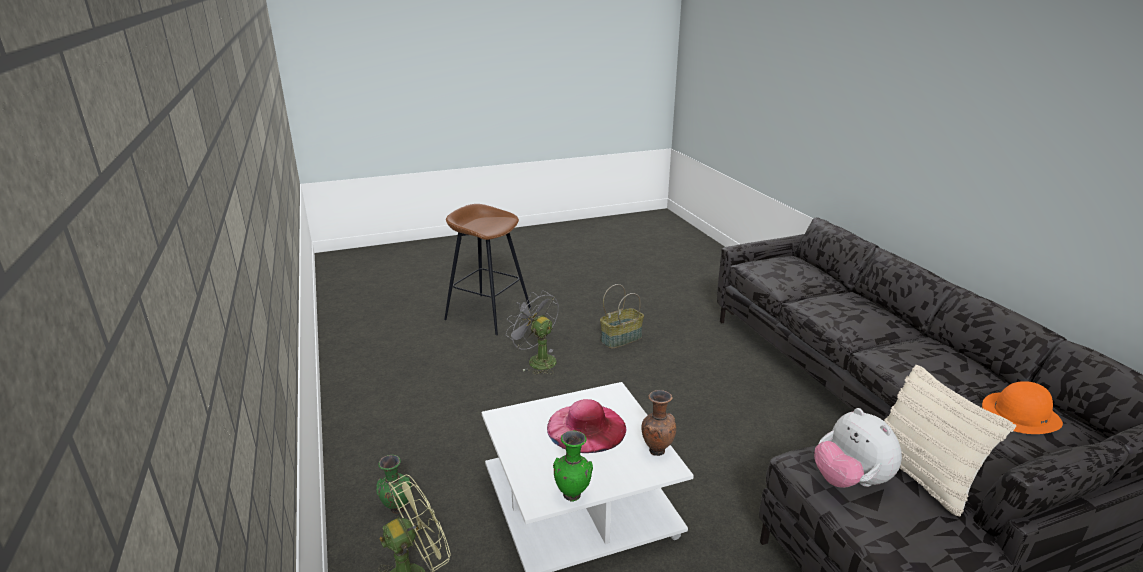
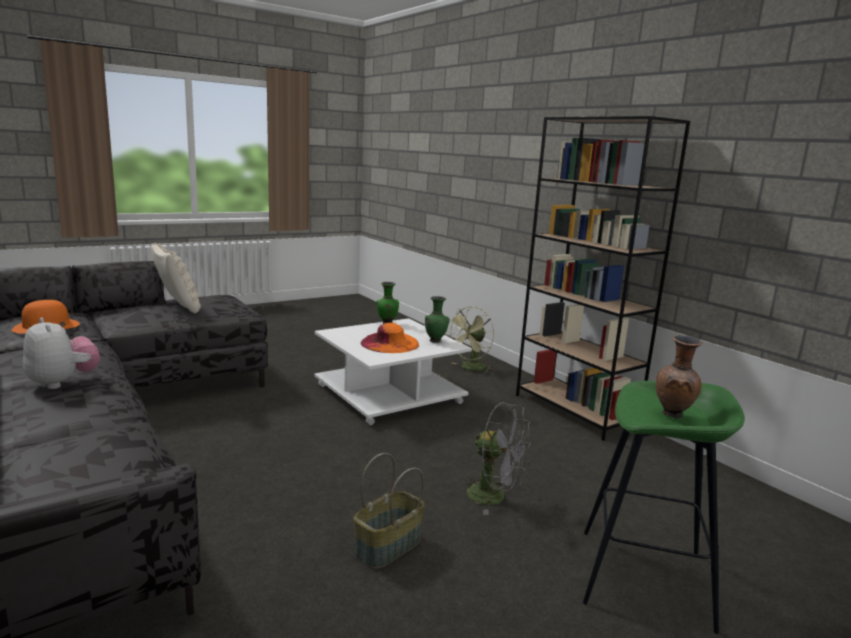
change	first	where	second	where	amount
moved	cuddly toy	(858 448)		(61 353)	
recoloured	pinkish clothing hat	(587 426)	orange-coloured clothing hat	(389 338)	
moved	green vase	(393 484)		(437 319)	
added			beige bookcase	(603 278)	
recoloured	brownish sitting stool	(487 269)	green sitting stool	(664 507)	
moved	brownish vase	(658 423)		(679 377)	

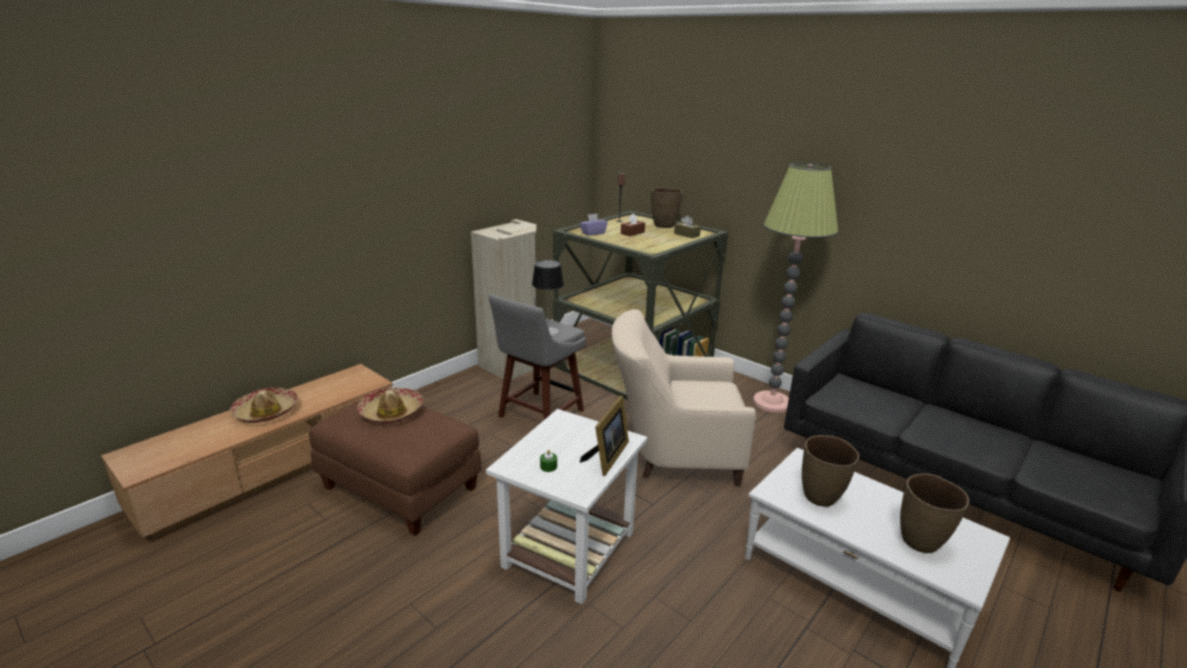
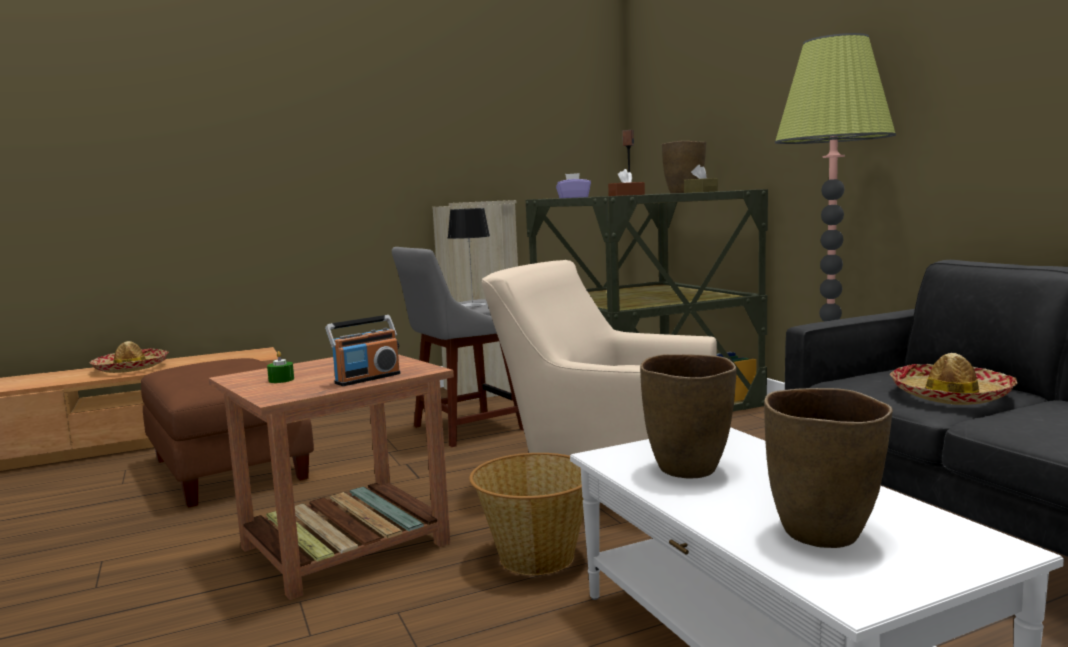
change	first	where	second	where	amount
recoloured	white-coloured accent table	(566 506)	brownish accent table	(331 477)	
replaced	picture frame	(604 436)	radio receiver	(362 350)	
added			household basket	(526 514)	
moved	clothing hat	(390 406)		(954 379)	

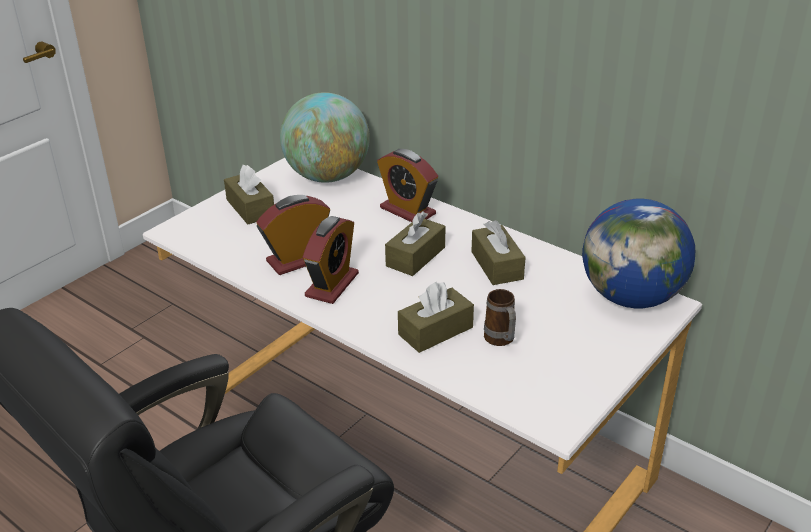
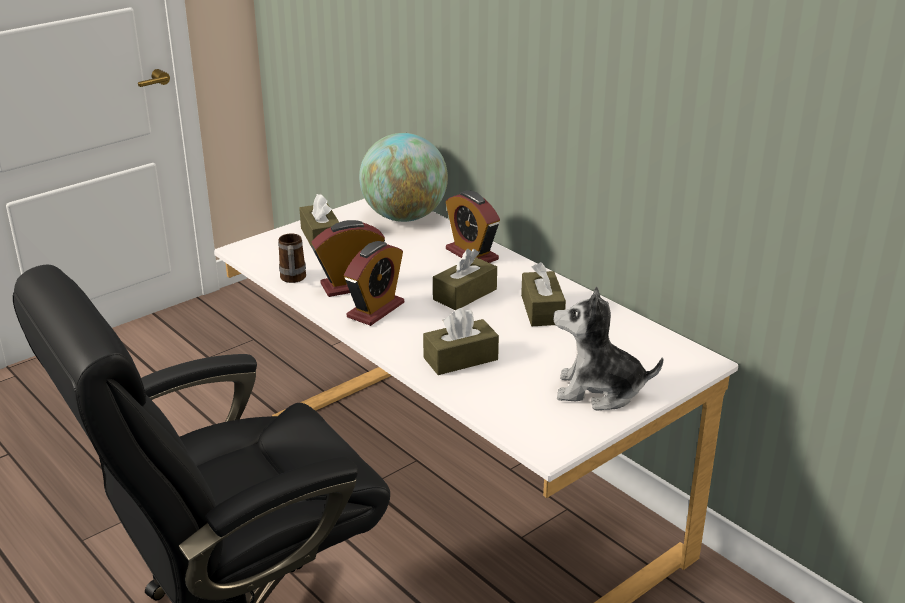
change	first	where	second	where	amount
moved	coffee mug	(500 317)		(292 258)	
added			cuddly toy	(608 348)	
removed	globe	(638 253)			

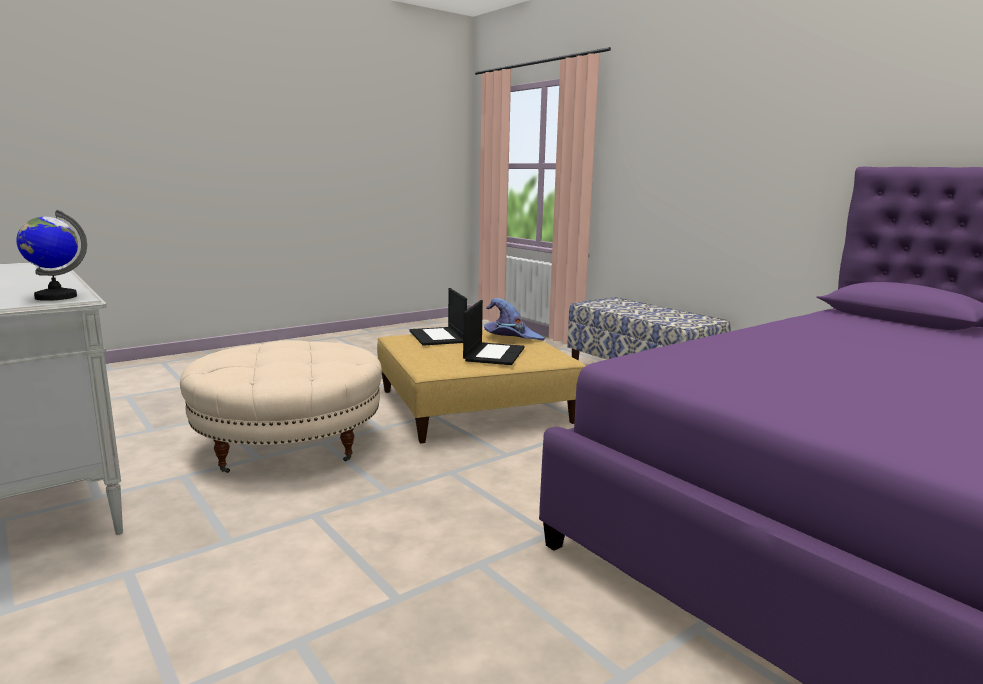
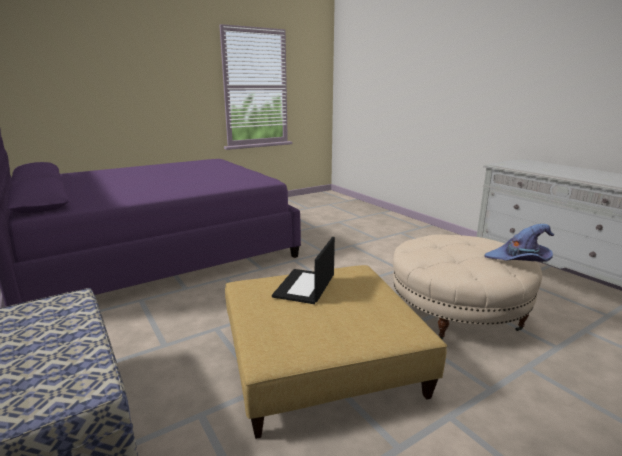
change	first	where	second	where	amount
moved	purple clothing hat	(514 319)		(519 242)	
removed	globe	(51 255)			
removed	notebook computer	(438 317)			

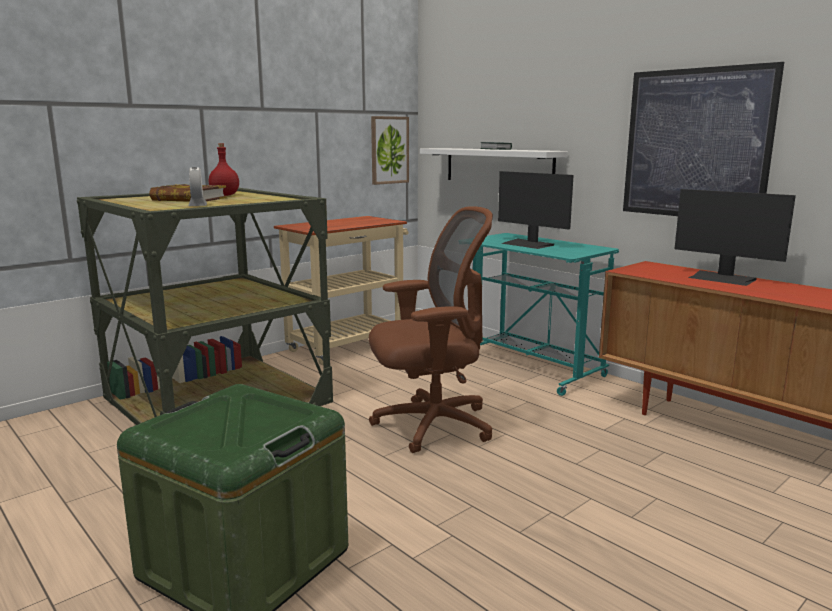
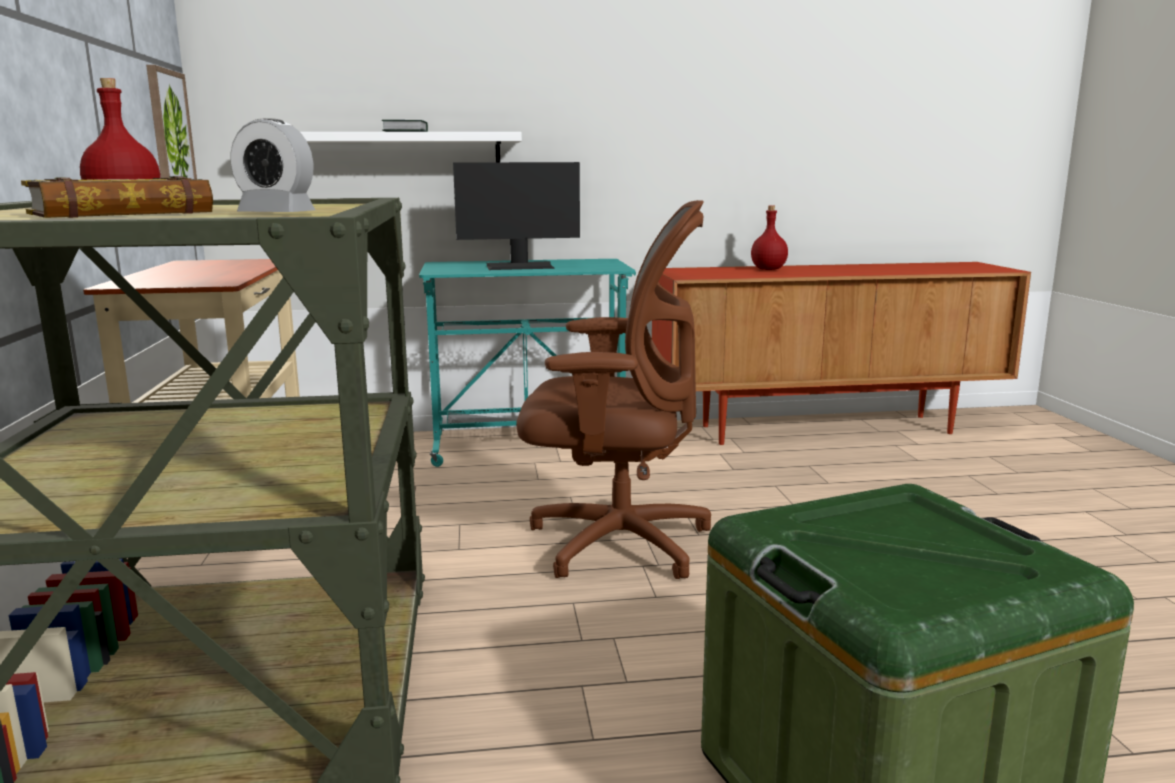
change	first	where	second	where	amount
turned	brownish office chair	(431 329)		(613 389)	75 degrees clockwise
replaced	computer screen	(735 237)	red bottle	(769 237)	
removed	wall picture	(703 139)			

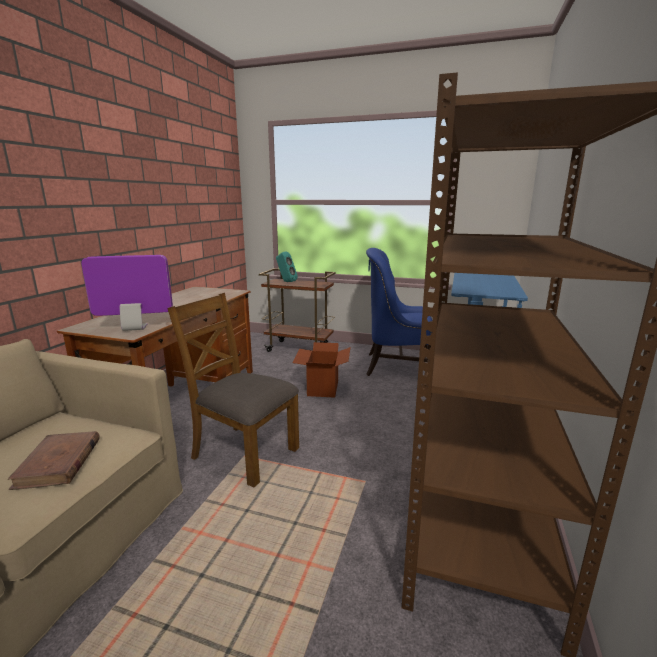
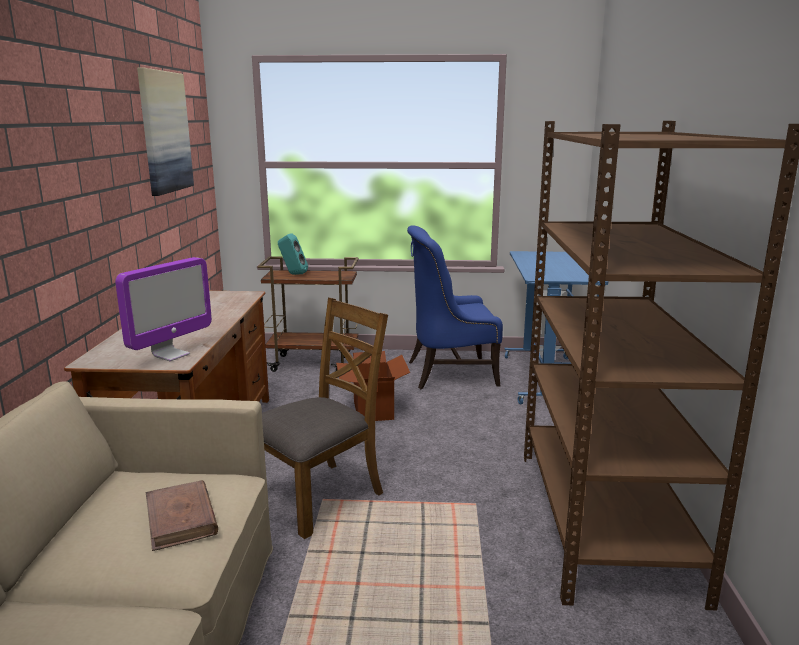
change	first	where	second	where	amount
turned	computer screen	(127 293)		(163 309)	150 degrees clockwise
added			wall picture	(165 132)	
turned	brownish plain chair	(233 390)		(325 418)	120 degrees clockwise

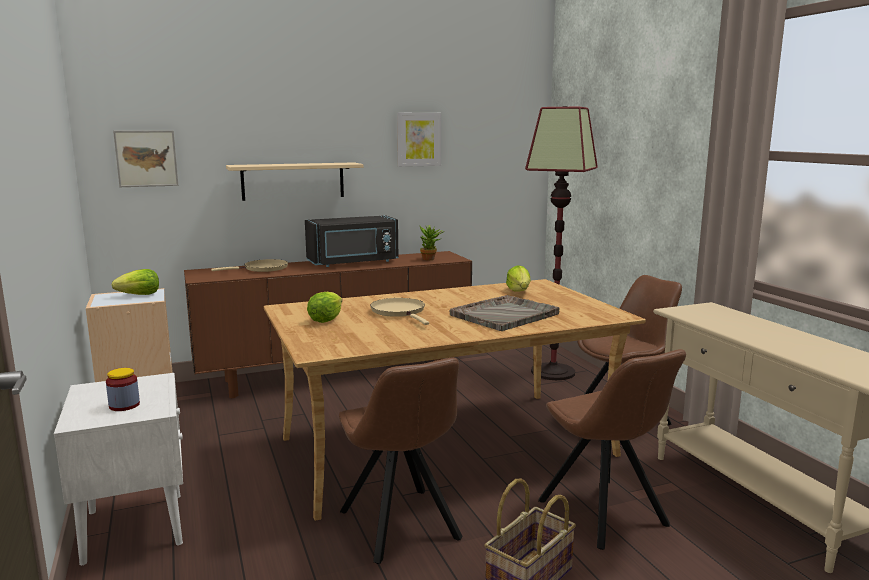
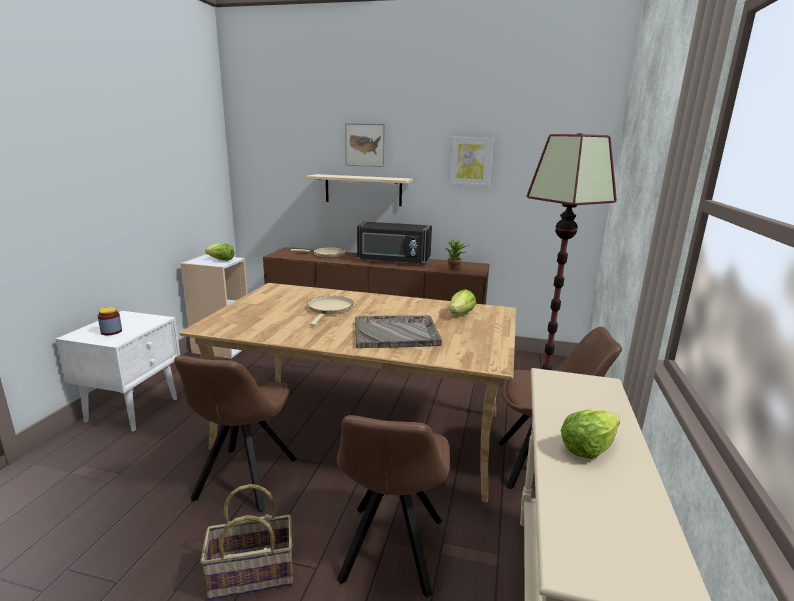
change	first	where	second	where	amount
moved	wall picture	(145 158)		(365 145)	
moved	lettuce	(324 307)		(590 434)	

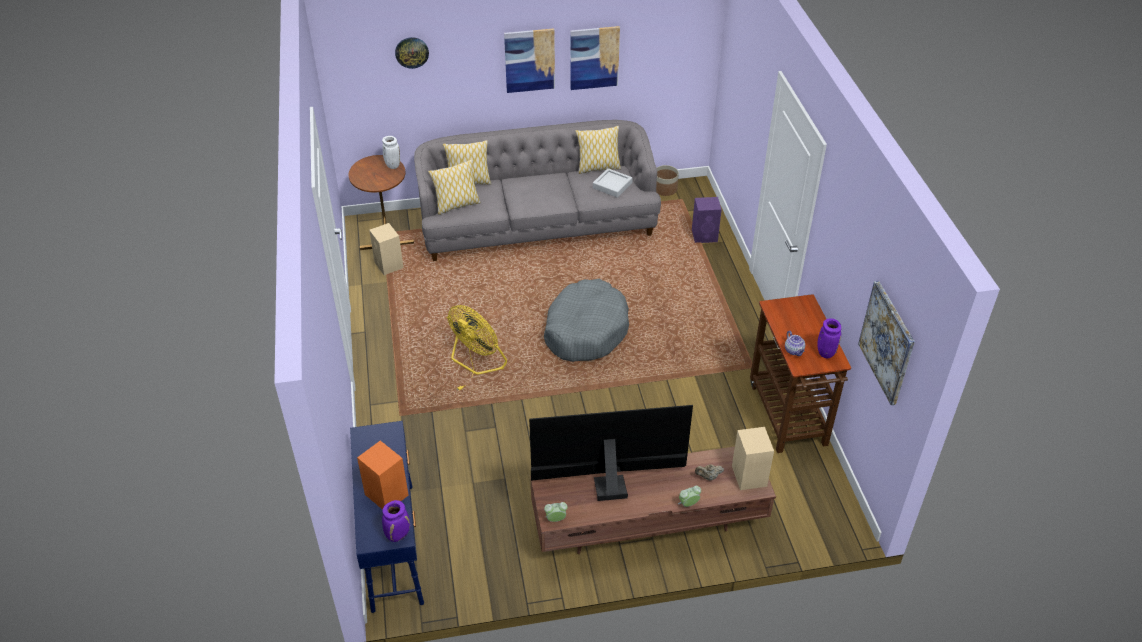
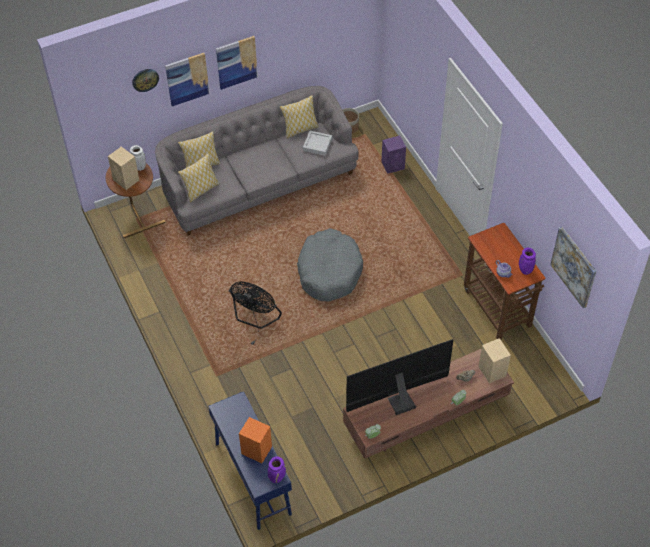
change	first	where	second	where	amount
moved	beige loudspeaker	(386 249)		(123 168)	
moved	wall picture	(595 58)		(187 79)	
recoloured	yellow cooling fan	(477 347)	blackish cooling fan	(255 313)	

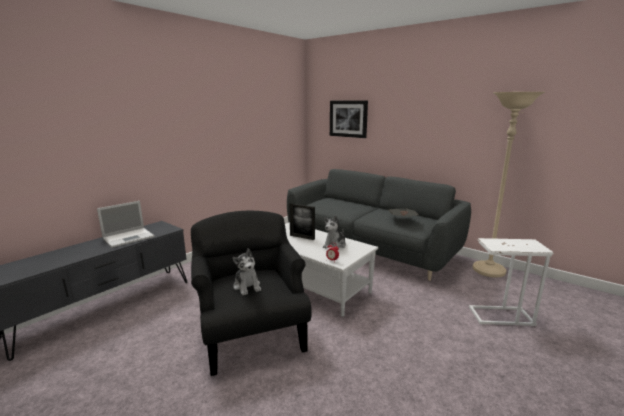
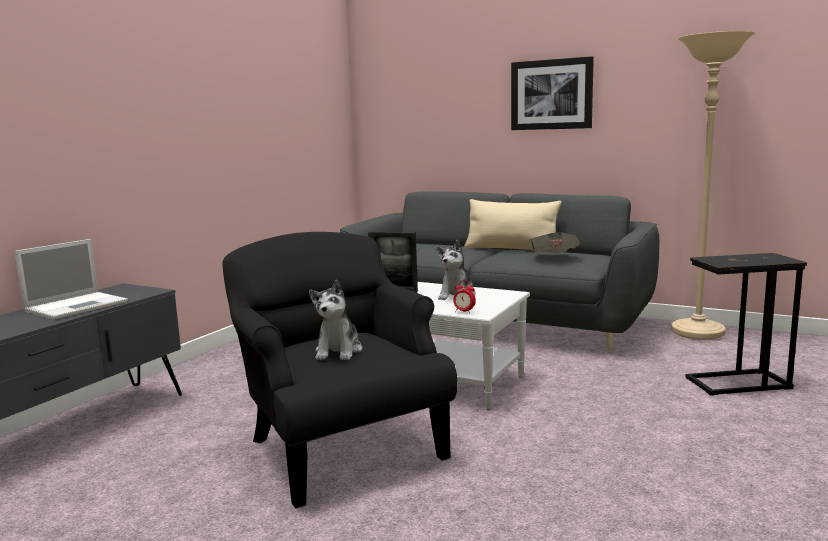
change	first	where	second	where	amount
turned	cuddly toy	(246 272)		(335 320)	45 degrees clockwise
added			beige pillow	(513 224)	
moved	wall picture	(349 119)		(552 93)	
recoloured	white-coloured accent table	(511 282)	blackish accent table	(746 324)	

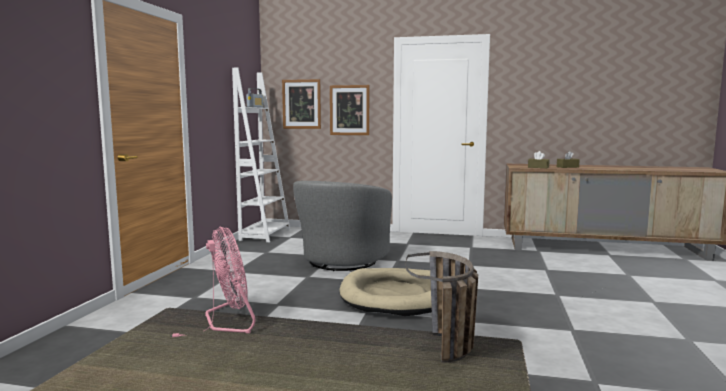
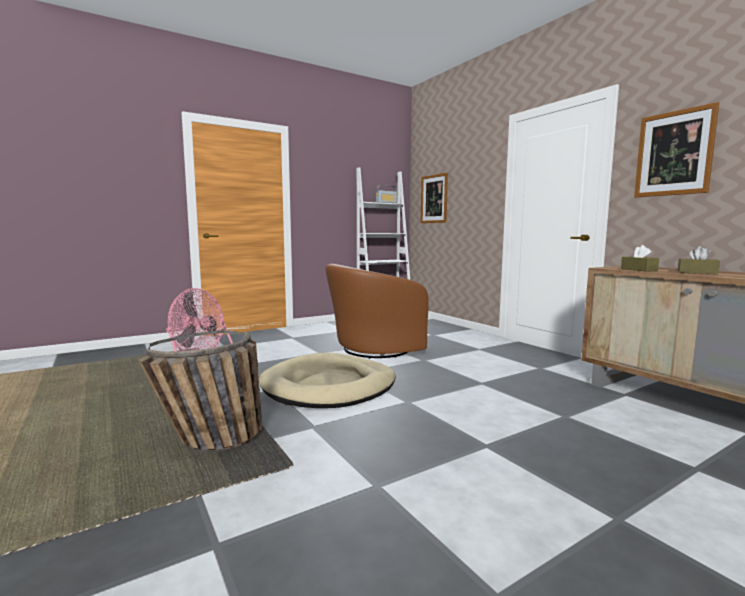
change	first	where	second	where	amount
recoloured	gray armchair	(342 226)	brownish armchair	(377 311)	
moved	wall picture	(349 110)		(676 150)	

